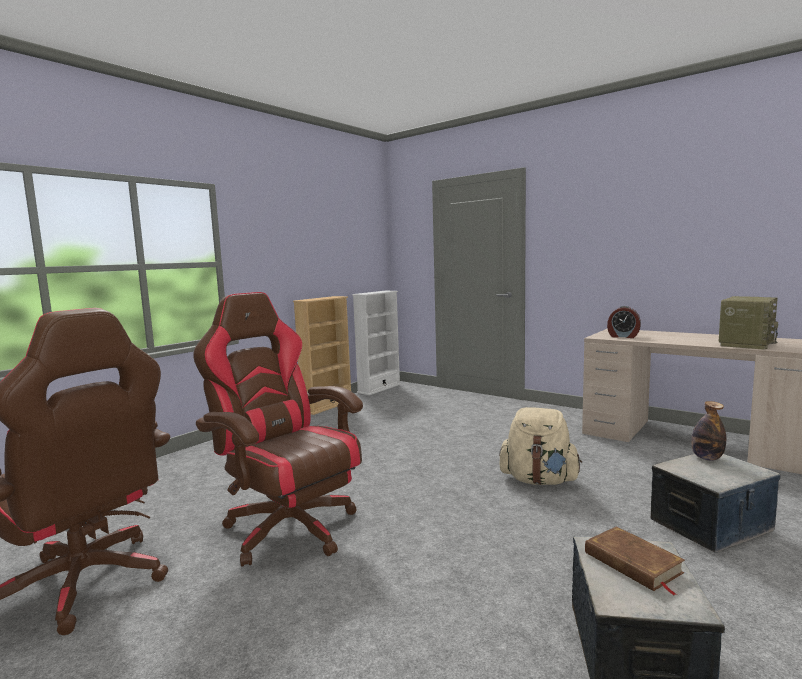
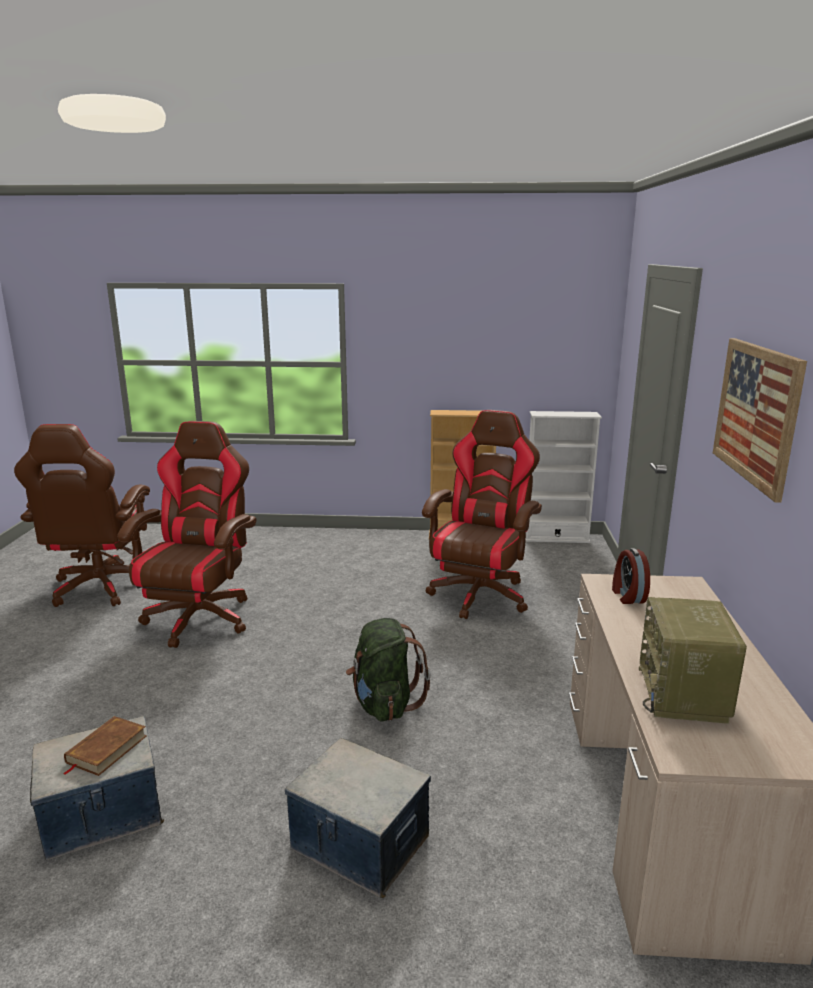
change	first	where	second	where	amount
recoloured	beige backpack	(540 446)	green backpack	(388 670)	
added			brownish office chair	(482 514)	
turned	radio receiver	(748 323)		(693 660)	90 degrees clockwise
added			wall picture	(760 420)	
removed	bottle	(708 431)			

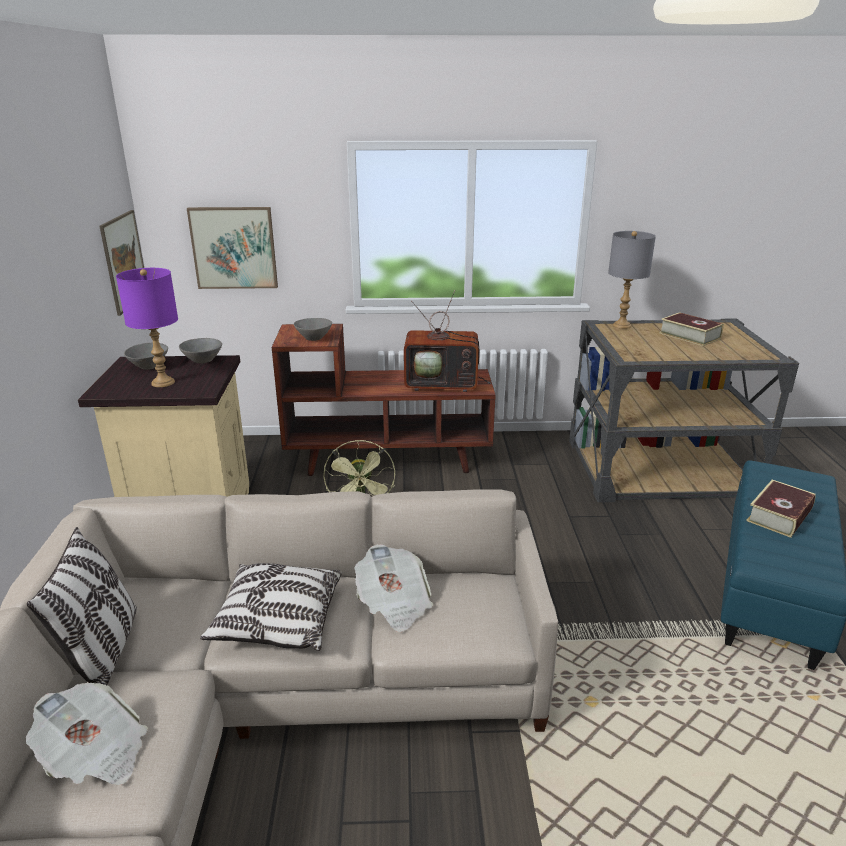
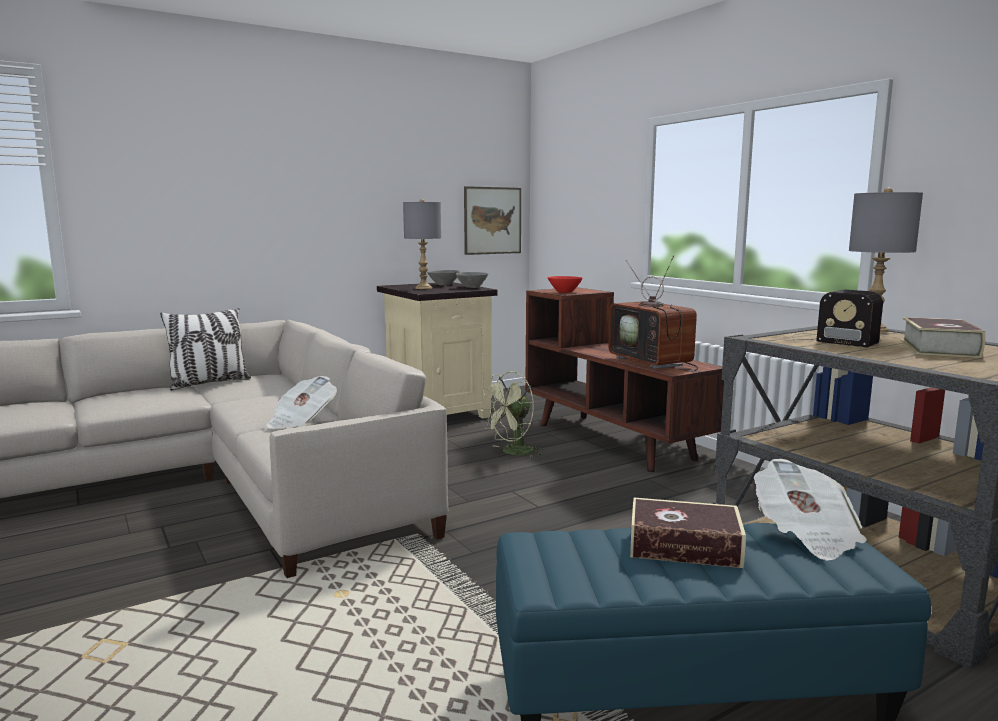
change	first	where	second	where	amount
recoloured	purple tabletop lamp	(147 327)	gray tabletop lamp	(422 244)	
recoloured	gray bowl	(313 329)	red bowl	(565 284)	
moved	newspaper	(87 734)		(810 510)	
added			radio receiver	(837 319)	
removed	wall picture	(232 248)			
removed	pillow	(271 607)			

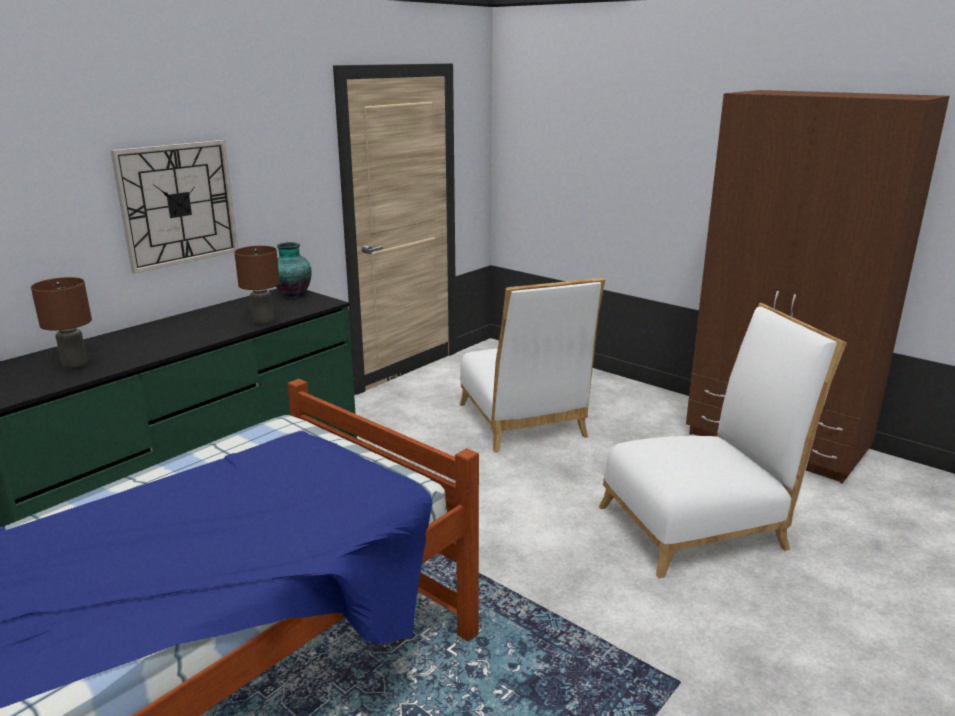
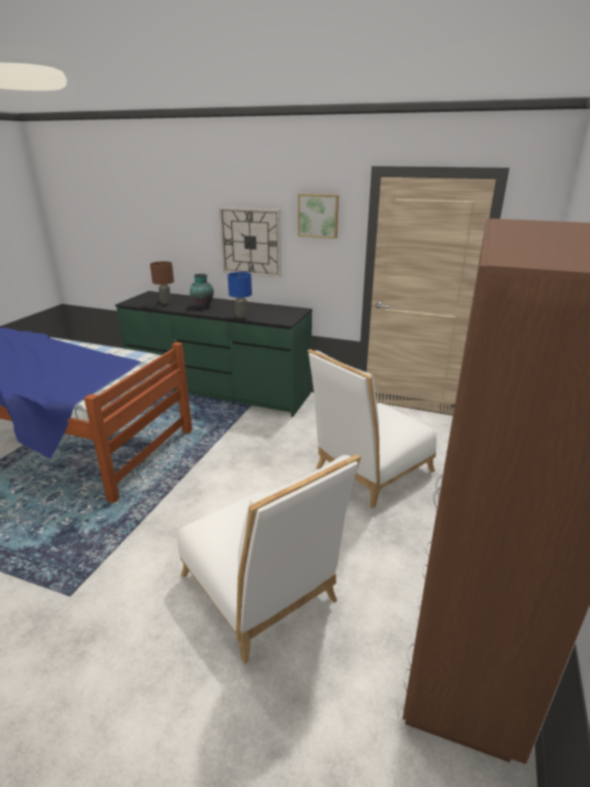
change	first	where	second	where	amount
moved	vase	(294 270)		(202 291)	
recoloured	brownish tabletop lamp	(257 285)	bluish tabletop lamp	(240 295)	
added			wall picture	(318 216)	

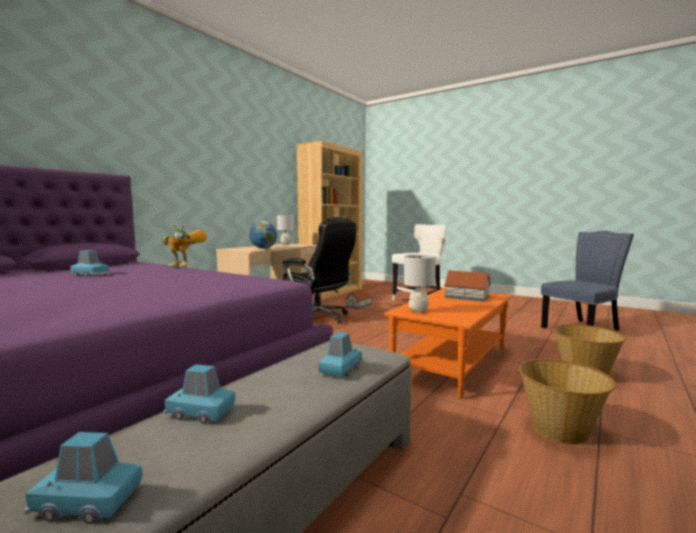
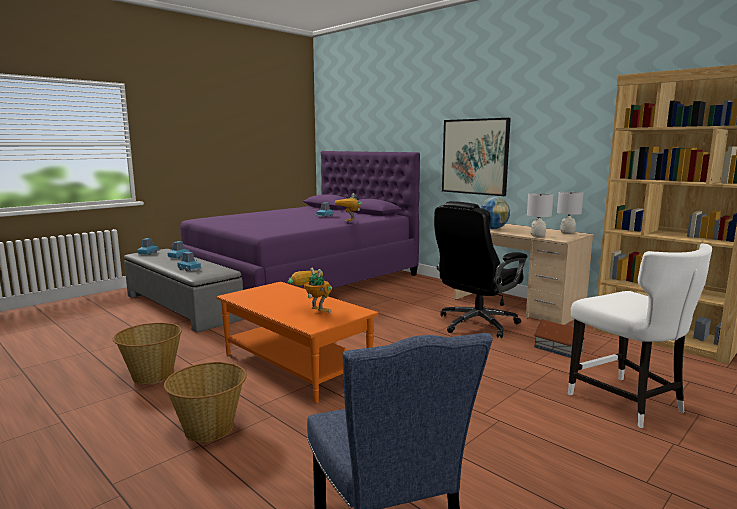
change	first	where	second	where	amount
replaced	miniature house	(467 286)	toy robot	(309 290)	
added			wall picture	(476 157)	
moved	gray tabletop lamp	(419 284)		(540 215)	

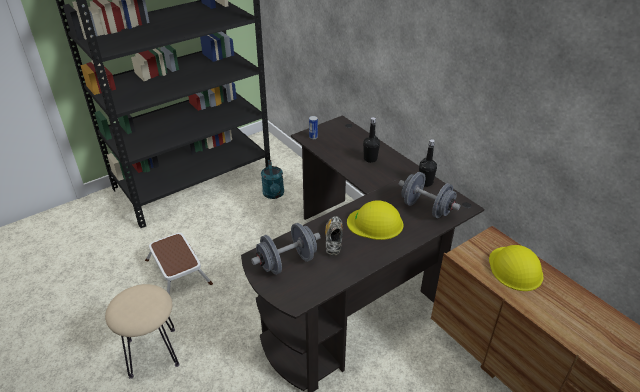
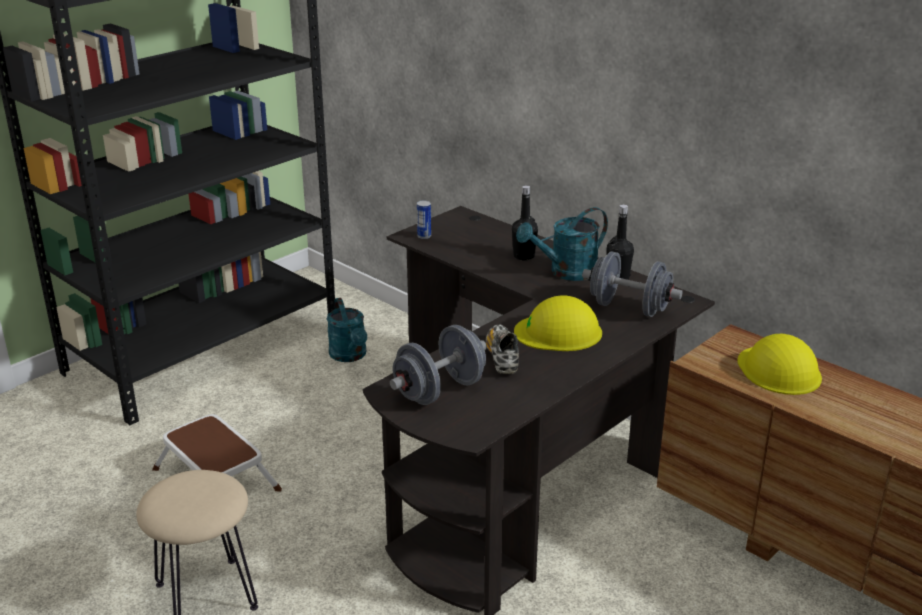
change	first	where	second	where	amount
added			turquoise-coloured watering can	(562 244)	

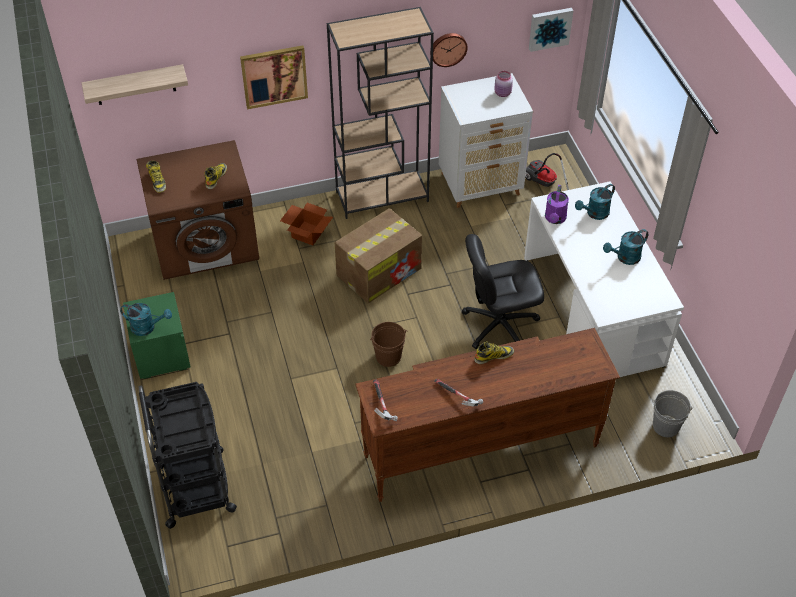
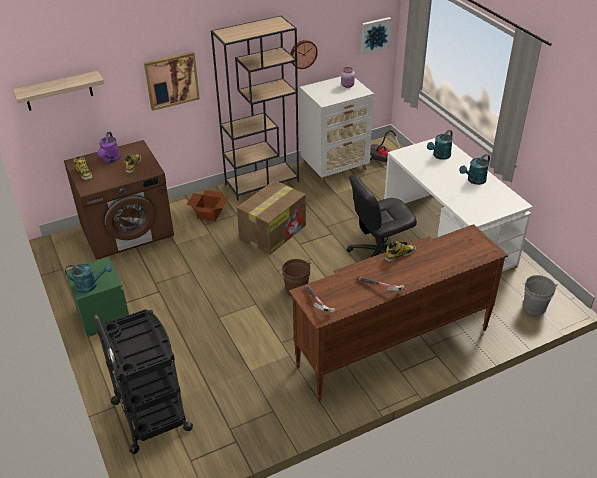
change	first	where	second	where	amount
moved	purple watering can	(557 204)		(108 147)	

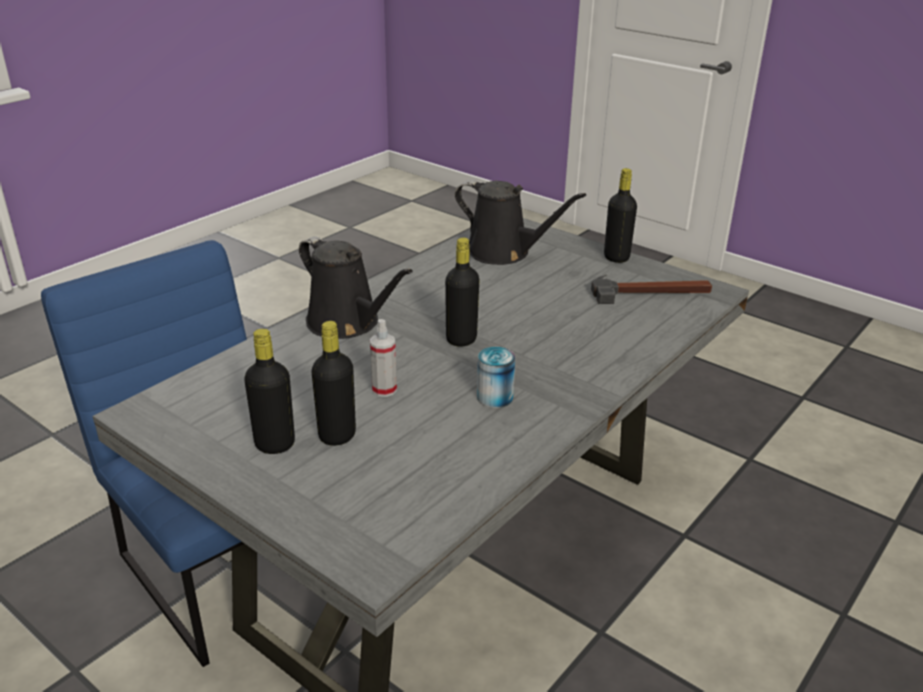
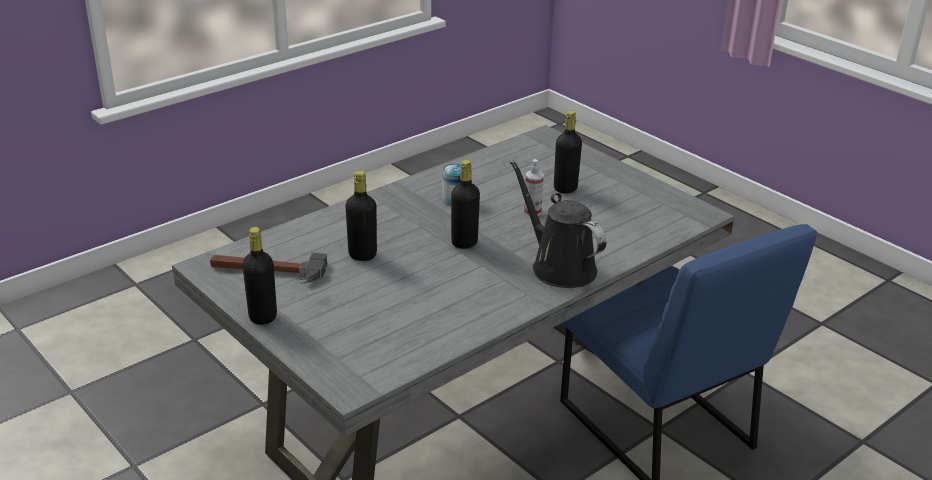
change	first	where	second	where	amount
moved	blackish bottle	(269 391)		(361 216)	
removed	blackish watering can	(520 222)			

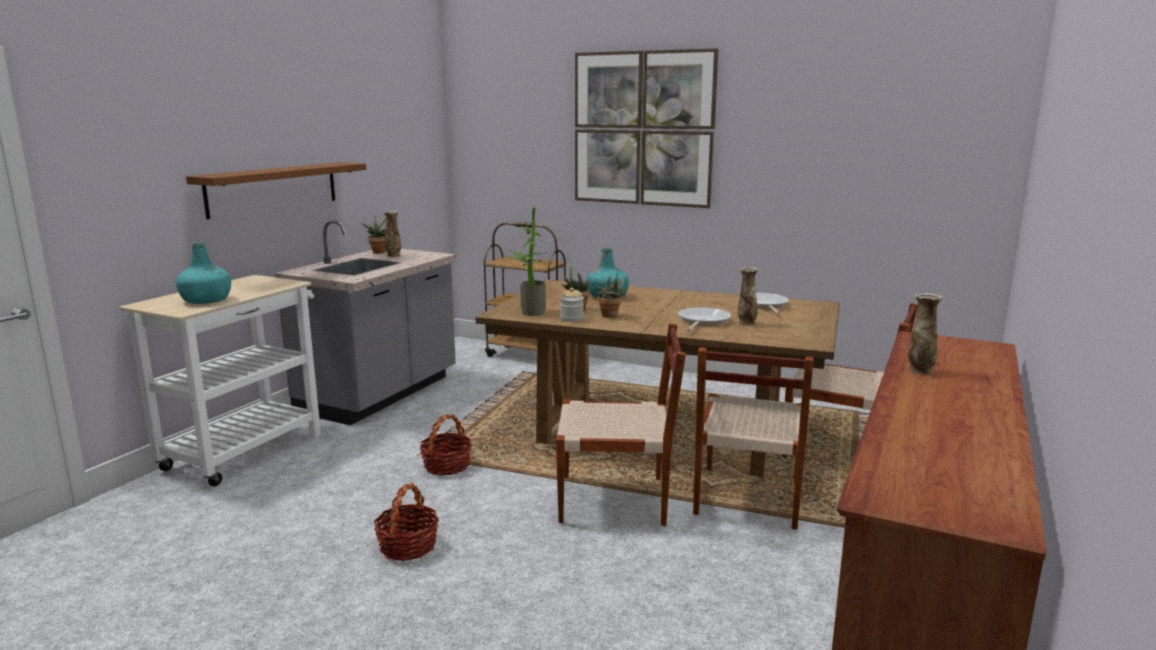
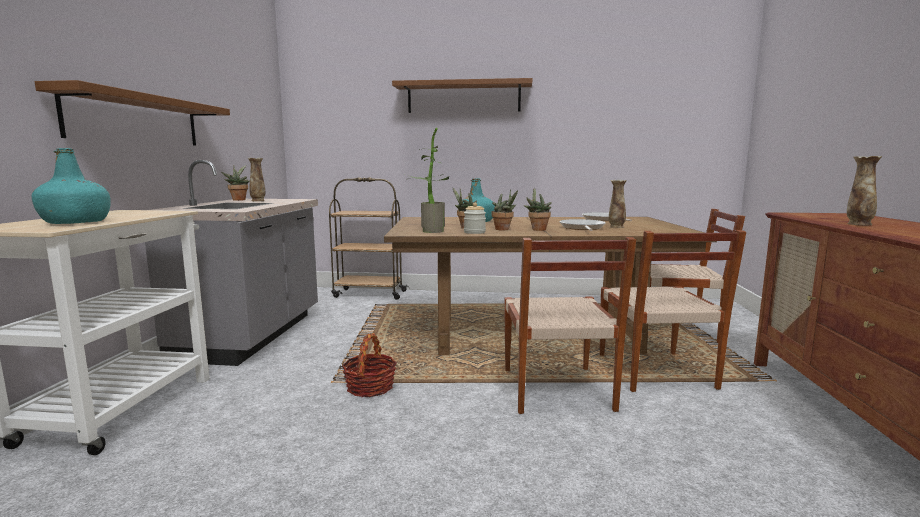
change	first	where	second	where	amount
replaced	wall picture	(646 128)	brownish wall shelf	(462 95)	
turned	plain chair	(621 424)		(570 325)	105 degrees clockwise
added			potted plant	(538 209)	
removed	household basket	(406 522)			

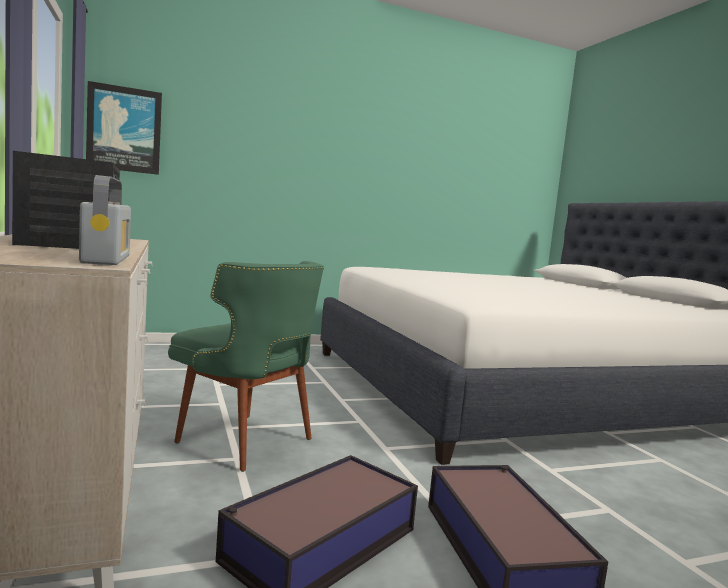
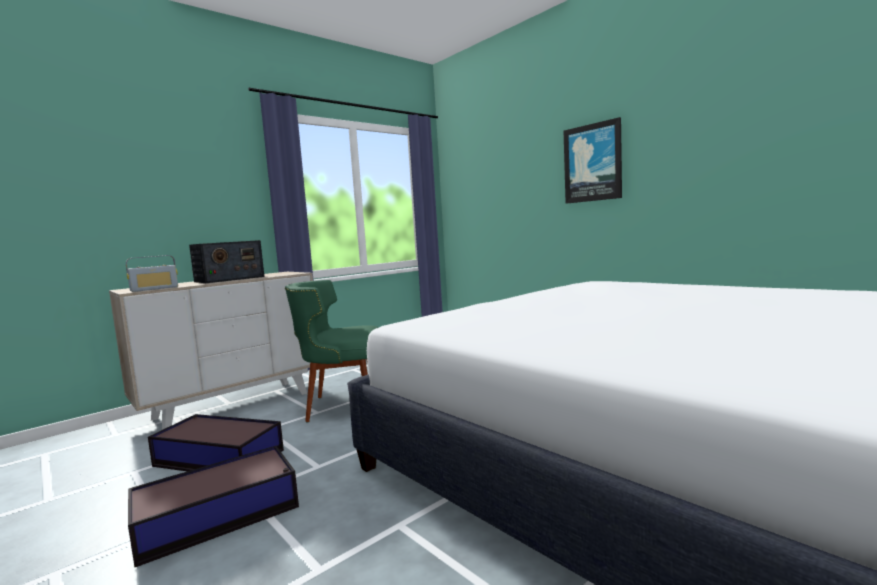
change	first	where	second	where	amount
turned	green plain chair	(246 366)		(332 351)	75 degrees clockwise
moved	wall picture	(124 128)		(592 160)	

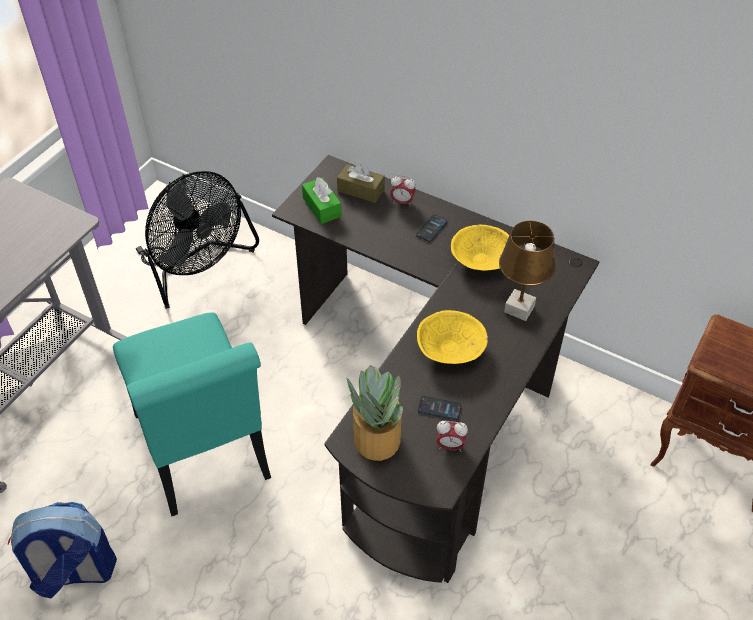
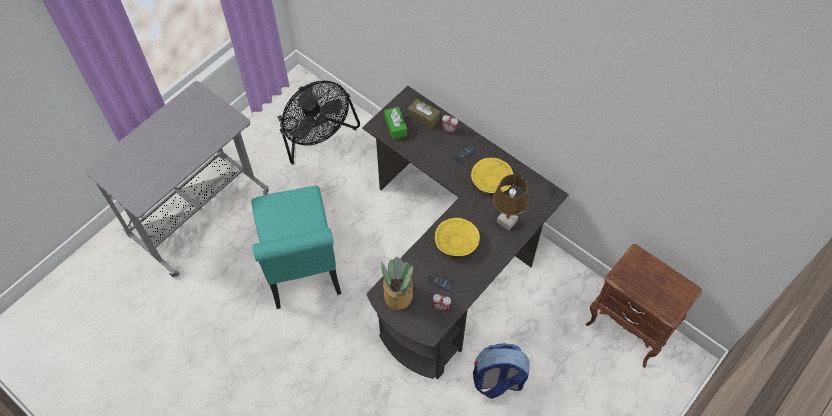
change	first	where	second	where	amount
moved	backpack	(62 550)		(501 371)	

